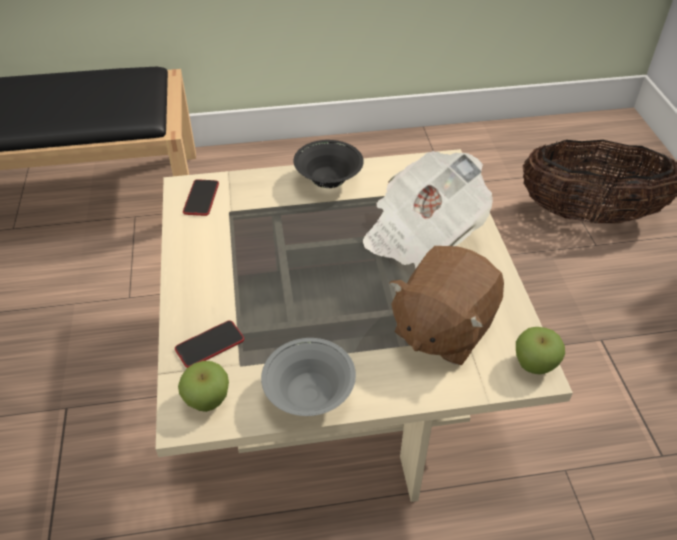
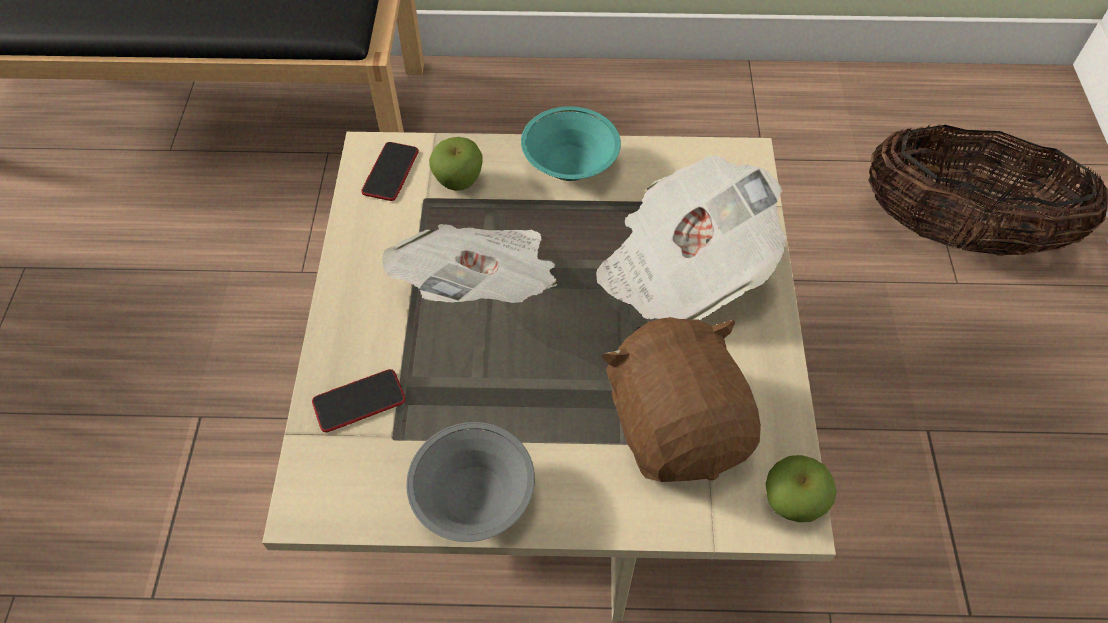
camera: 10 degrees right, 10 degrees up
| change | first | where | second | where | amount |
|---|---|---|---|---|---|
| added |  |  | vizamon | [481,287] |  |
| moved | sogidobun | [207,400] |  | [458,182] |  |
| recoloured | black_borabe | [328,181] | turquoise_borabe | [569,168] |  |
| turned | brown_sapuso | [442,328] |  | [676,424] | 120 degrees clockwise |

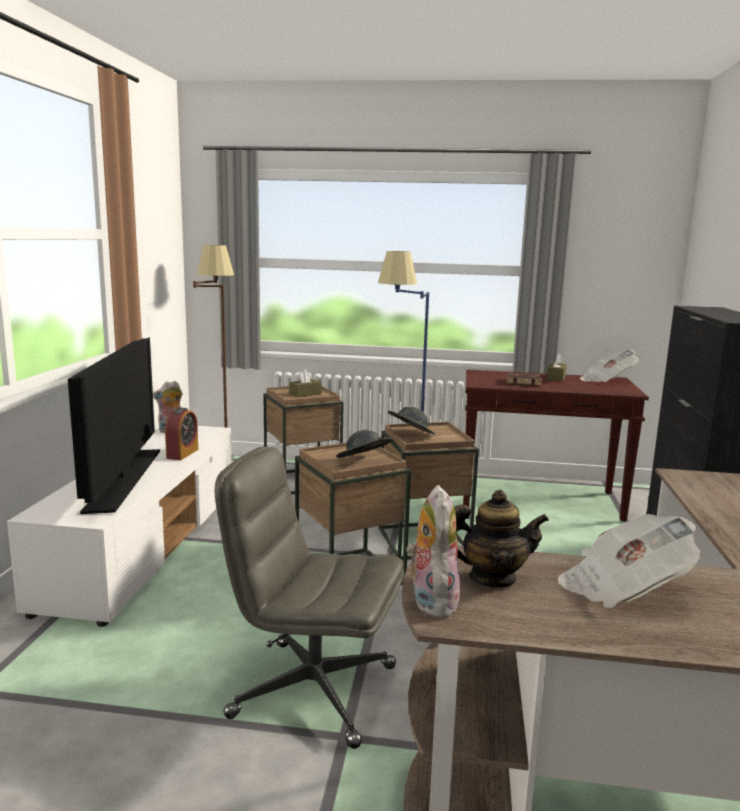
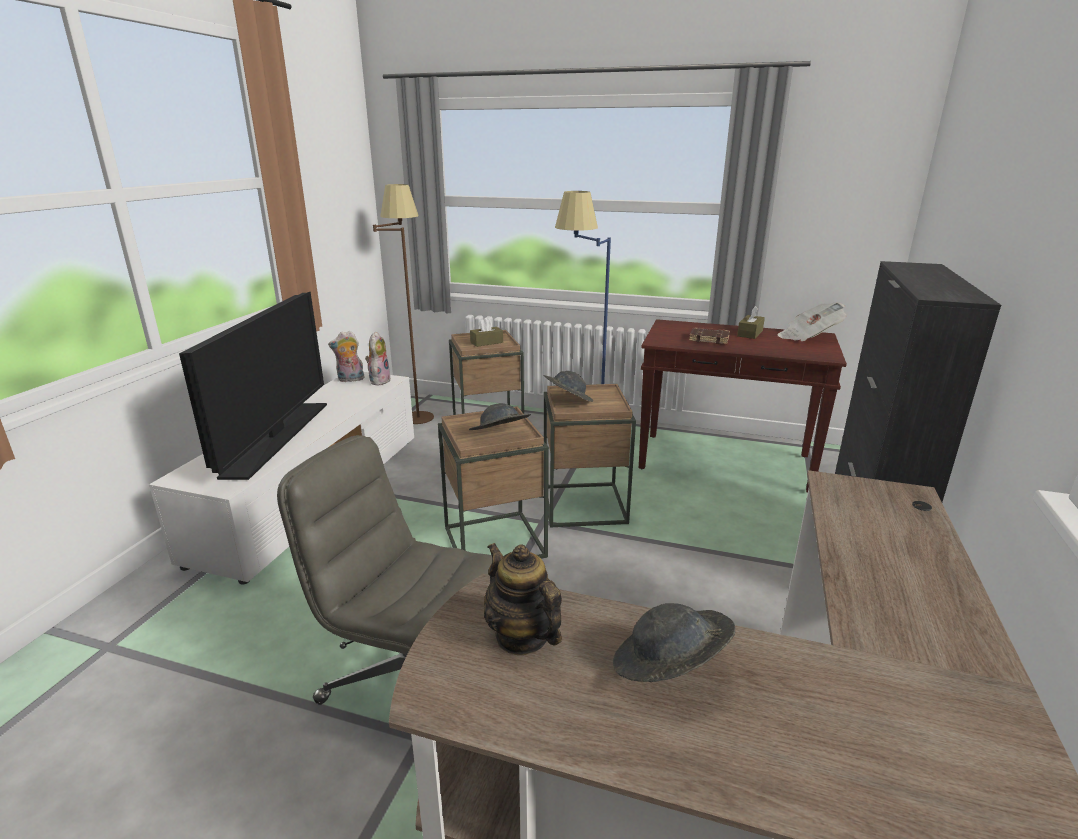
camera: 10 degrees right, 10 degrees up
| change | first | where | second | where | amount |
|---|---|---|---|---|---|
| moved | sapuso | [431,600] |  | [379,380] |  |
| turned | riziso | [492,578] |  | [522,636] | 135 degrees counterclockwise |
| replaced | vizamon | [622,589] | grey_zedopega | [669,668] |  |
| removed | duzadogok | [182,453] |  |  |  |

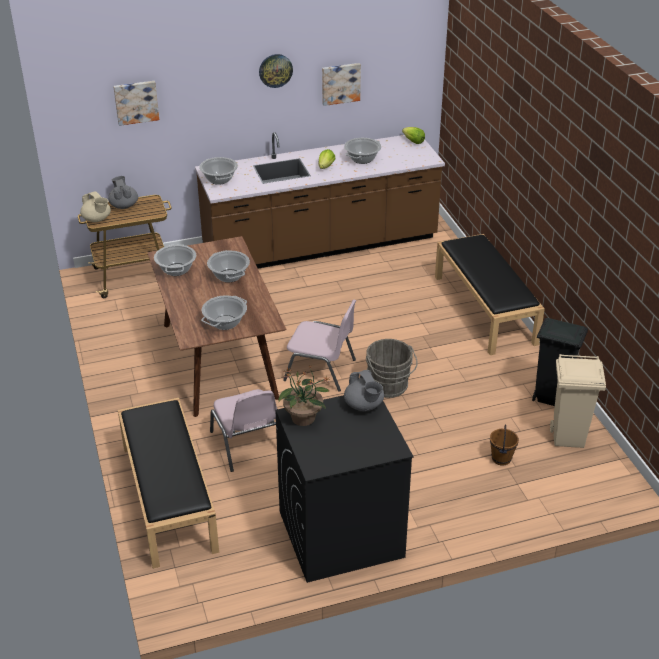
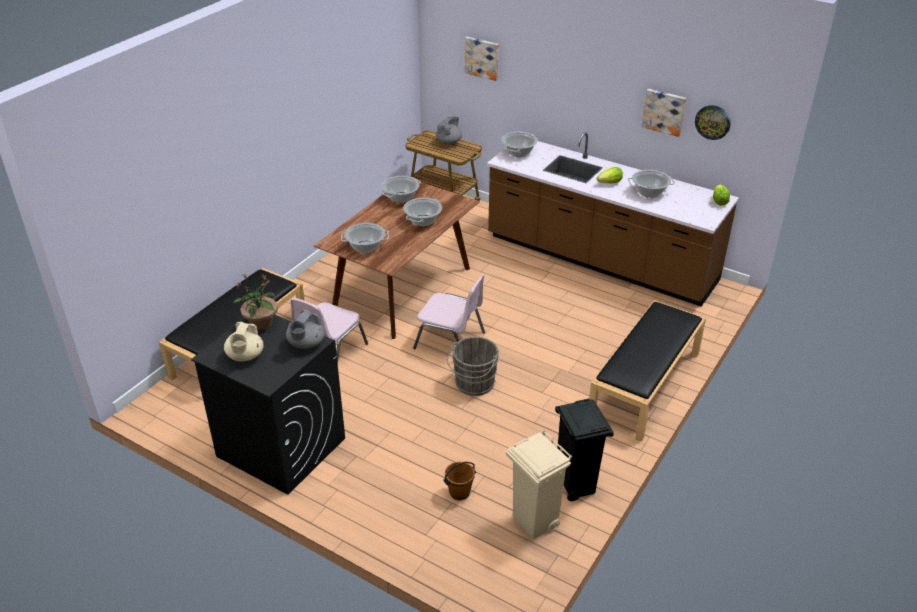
camera: 50 degrees right, 0 degrees up
| change | first | where | second | where | amount |
|---|---|---|---|---|---|
| moved | beige_riziso | [97,219] |  | [245,356] |  |
| turned | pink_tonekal | [321,370] |  | [451,341] | 45 degrees counterclockwise |
| moved | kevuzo | [275,70] |  | [712,122] |  |

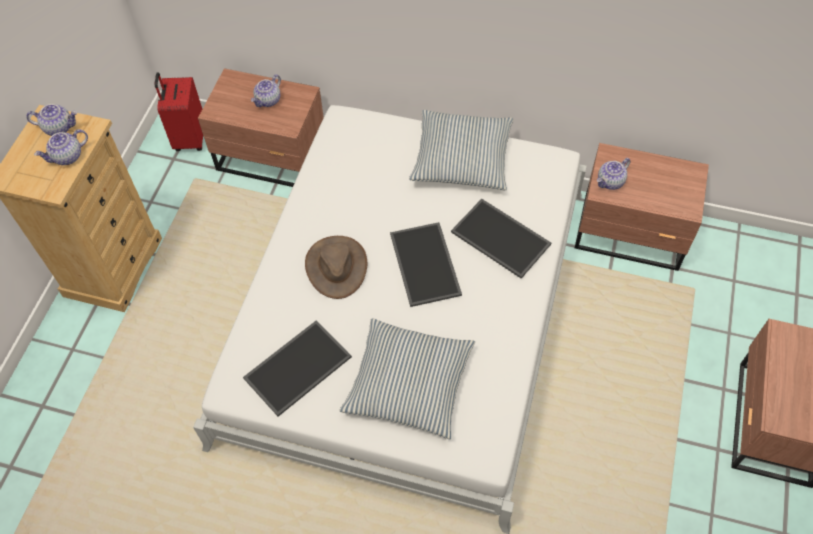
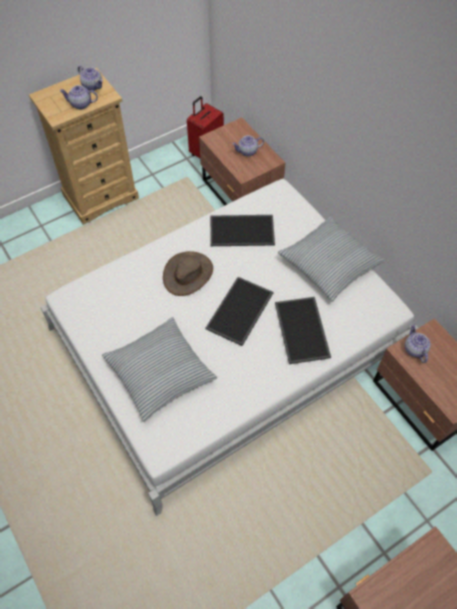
camera: 40 degrees right, 0 degrees up
| change | first | where | second | where | amount |
|---|---|---|---|---|---|
| moved | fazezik | [297,366] |  | [242,230] |  |
| turned | riziso | [610,182] |  | [414,349] | 75 degrees clockwise |

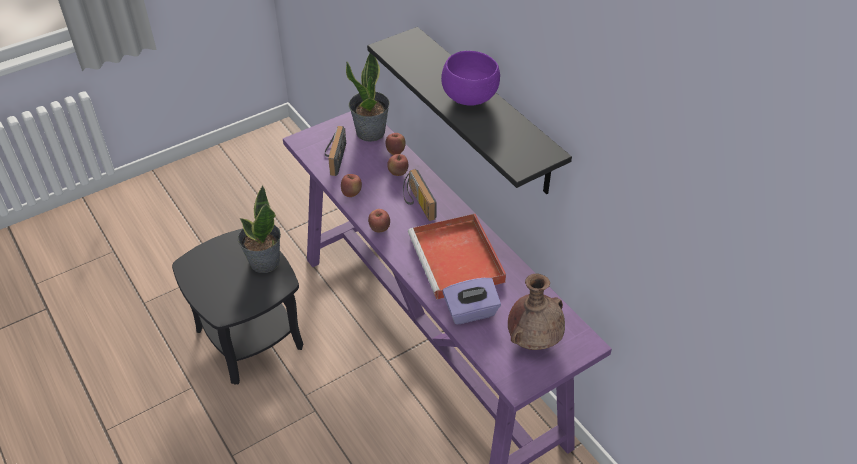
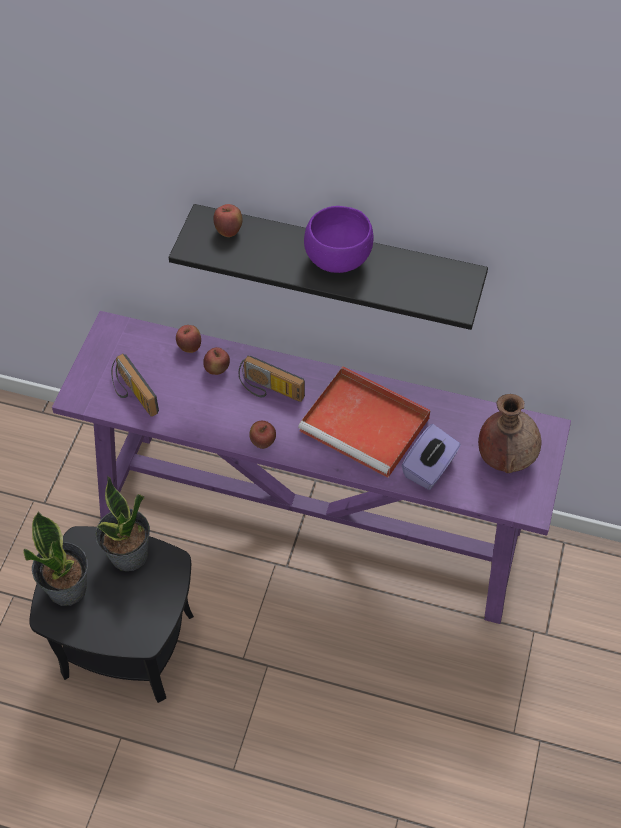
camera: 40 degrees left, 10 degrees up
| change | first | where | second | where | amount |
|---|---|---|---|---|---|
| moved | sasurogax | [371,132] |  | [68,588] |  |
| moved | sogidobun | [351,193] |  | [229,231] |  |

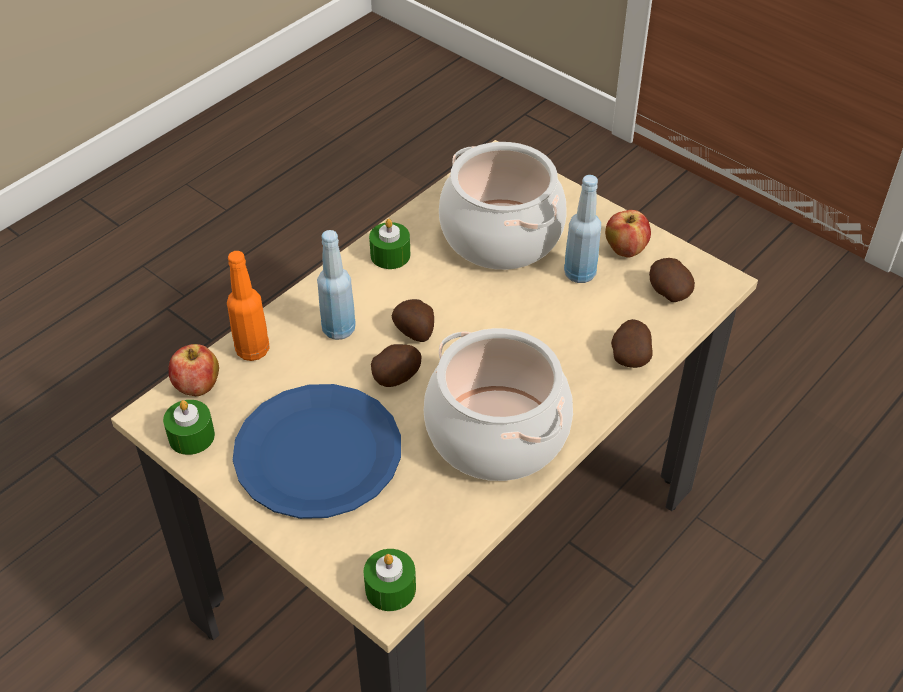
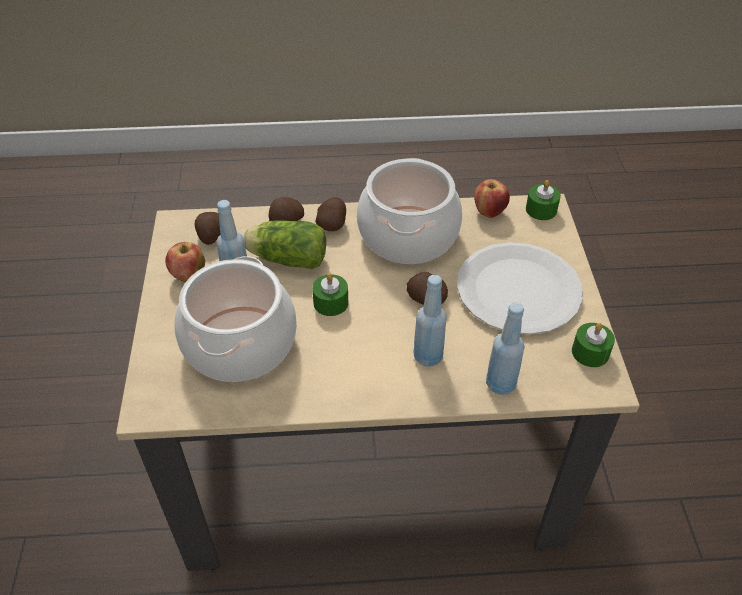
camera: 135 degrees left, 0 degrees up
| change | first | where | second | where | amount |
|---|---|---|---|---|---|
| added |  |  | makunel | [286,259] |  |
| moved | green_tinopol | [390,255] |  | [331,303] |  |
| moved | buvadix | [415,332] |  | [333,224] |  |
| recoloured | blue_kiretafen | [317,453] | white_kiretafen | [518,290] |  |
| moved | sogidobun | [197,387] |  | [489,212] |  |
| recoloured | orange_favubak | [253,350] | blue_favubak | [500,384] |  |

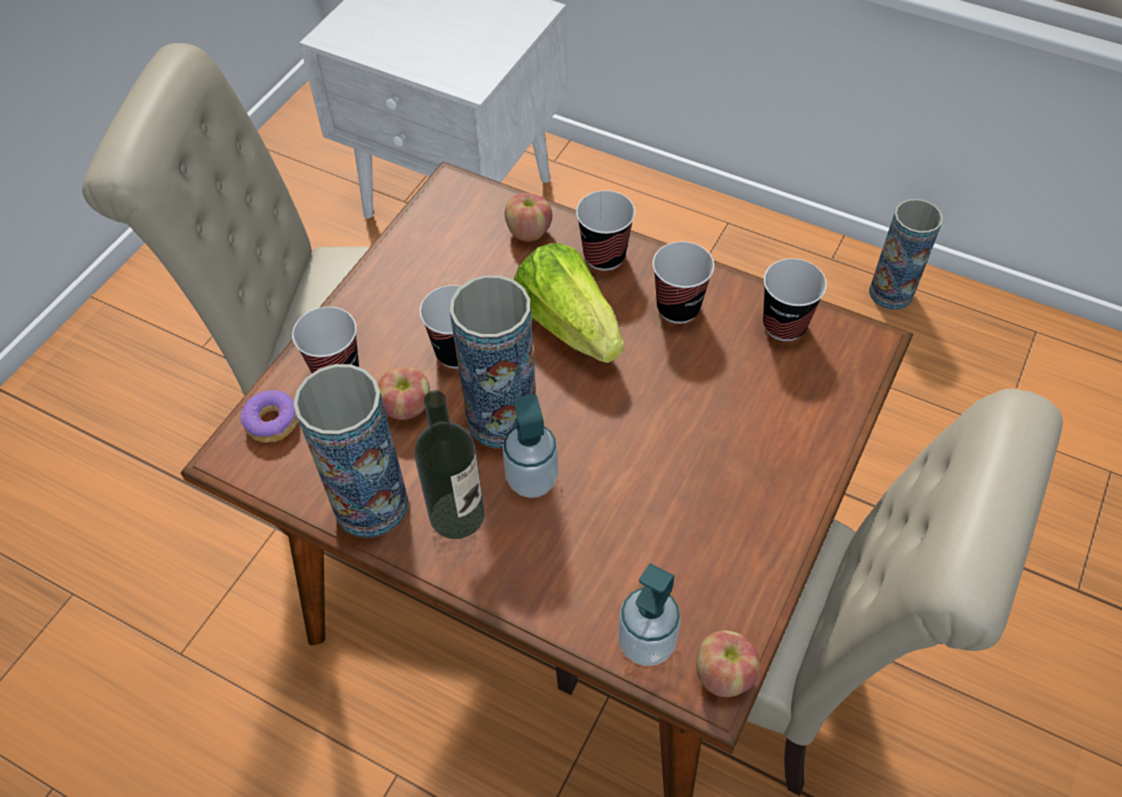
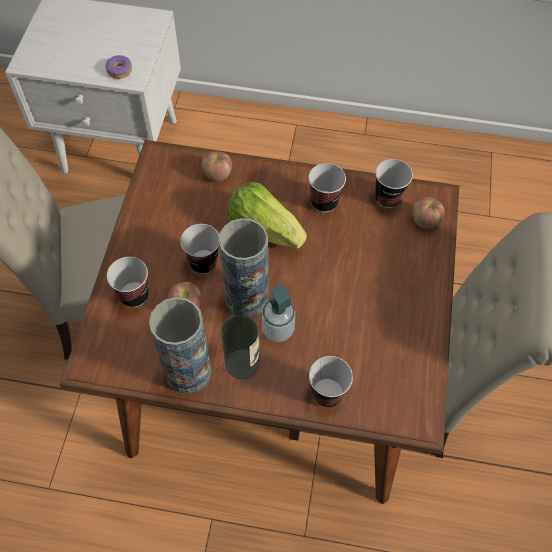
camera: 20 degrees left, 5 degrees up
| change | first | where | second | where | amount |
|---|---|---|---|---|---|
| moved | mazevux | [272,422] |  | [119,71] |  |
| moved | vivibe | [604,256] |  | [327,393] |  |
| moved | sogidobun | [723,674] |  | [425,221] |  |
| removed | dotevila | [646,643] |  |  |  |
| removed | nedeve | [891,293] |  |  |  |

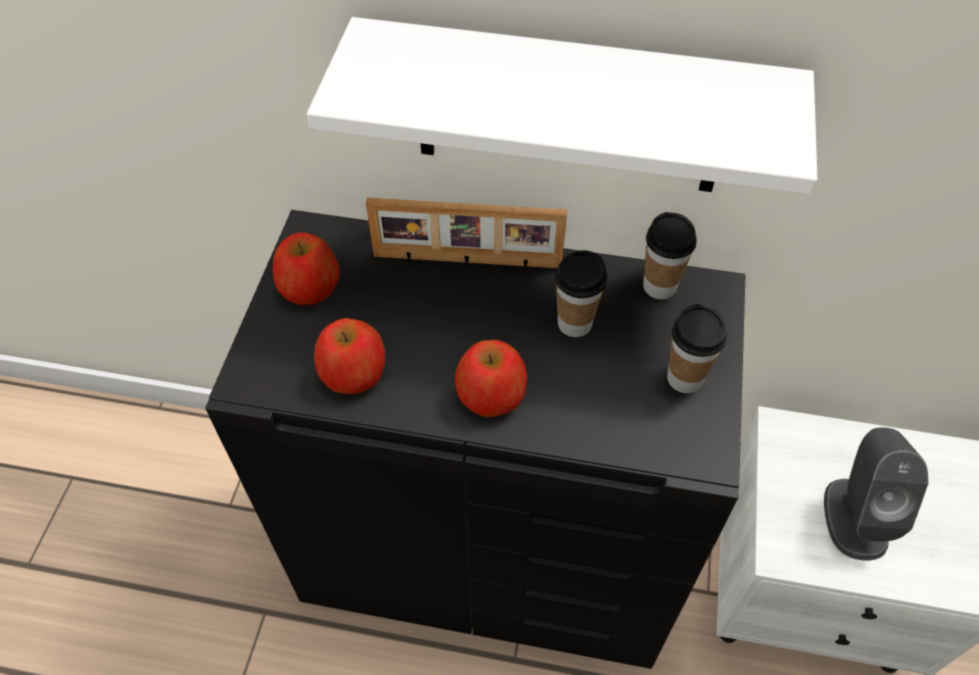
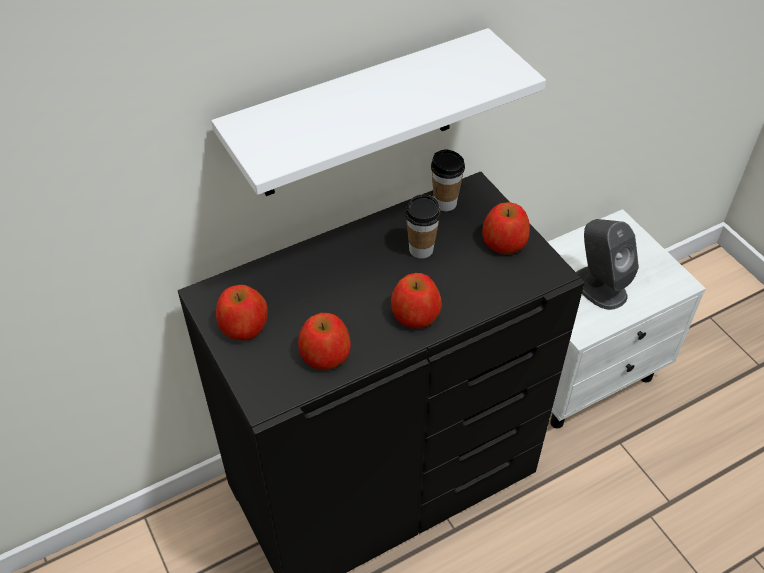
camera: 40 degrees left, 5 degrees down
| change | first | where | second | where | amount |
|---|---|---|---|---|---|
| replaced | vivibe | [684,378] | sogidobun | [504,242] |  |
| removed | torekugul | [467,262] |  |  |  |

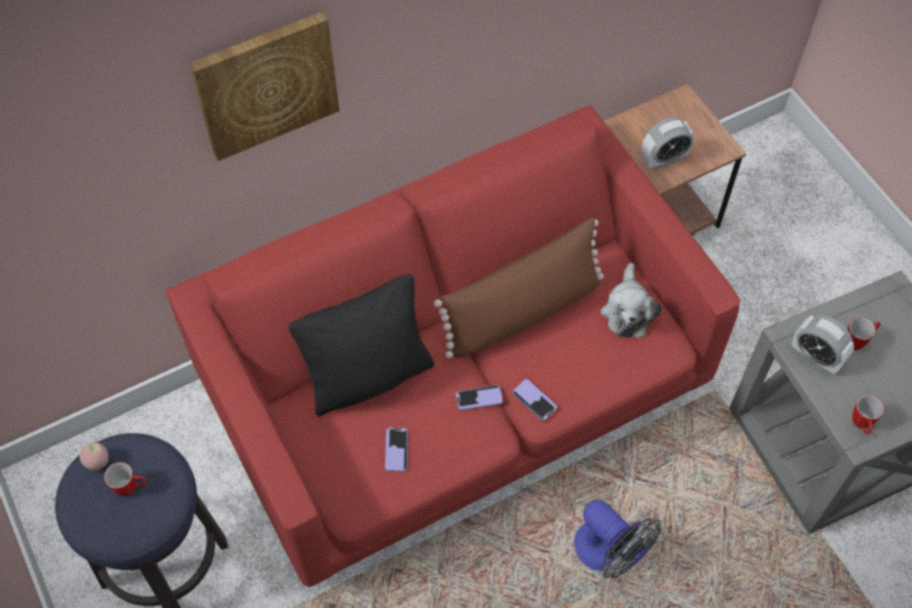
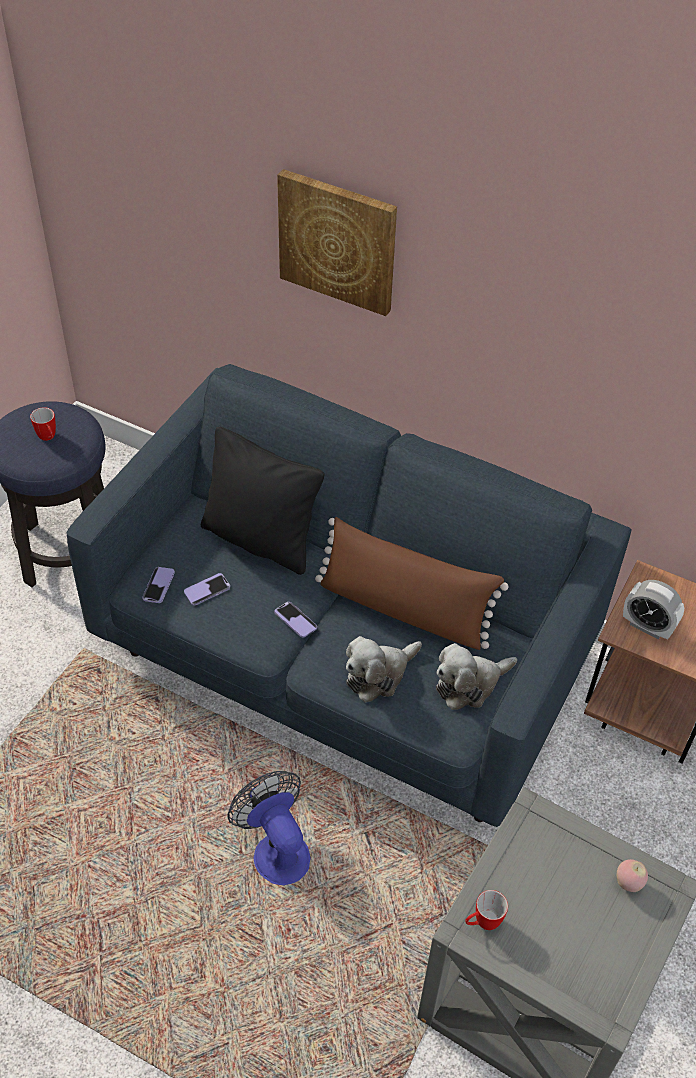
camera: 55 degrees right, 10 degrees down
| change | first | where | second | where | amount |
|---|---|---|---|---|---|
| recoloured | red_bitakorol | [455,396] | blue_bitakorol | [343,656] |  |
| moved | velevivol | [534,400] |  | [158,586] |  |
| turned | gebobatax | [609,554] |  | [276,849] | 135 degrees clockwise |
| added |  |  | sapuso | [379,674] |  |
| moved | sogidobun | [98,462] |  | [628,883] |  |
| removed | duzadogok | [815,357] |  |  |  |
| removed | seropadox | [858,341] |  |  |  |

